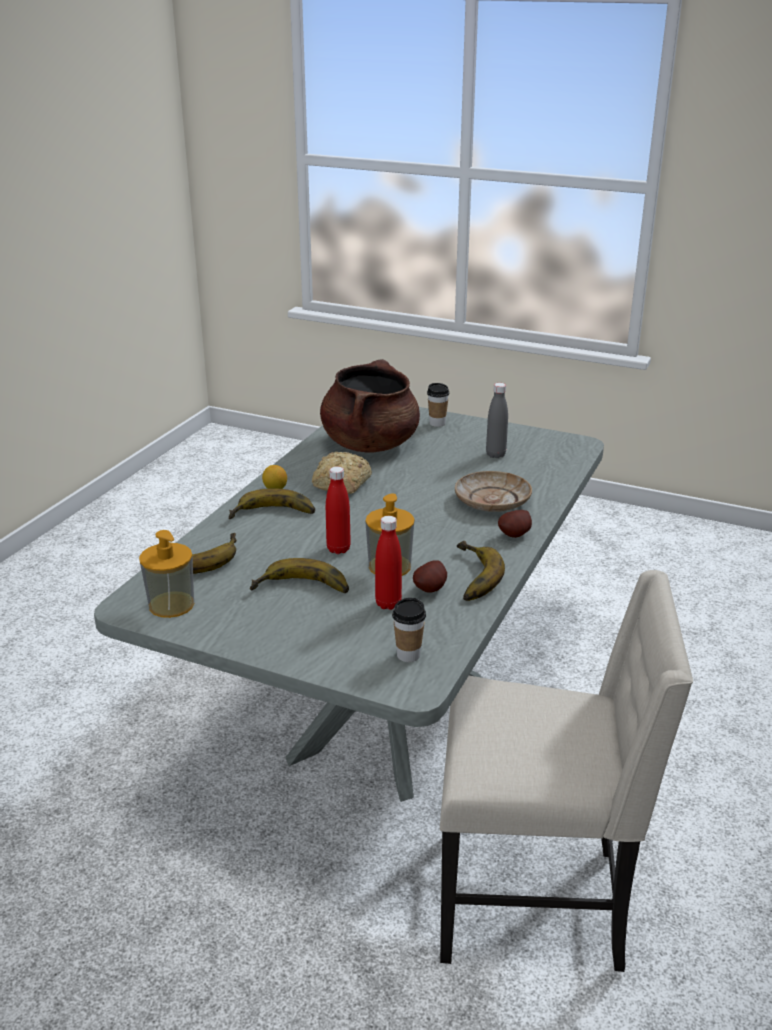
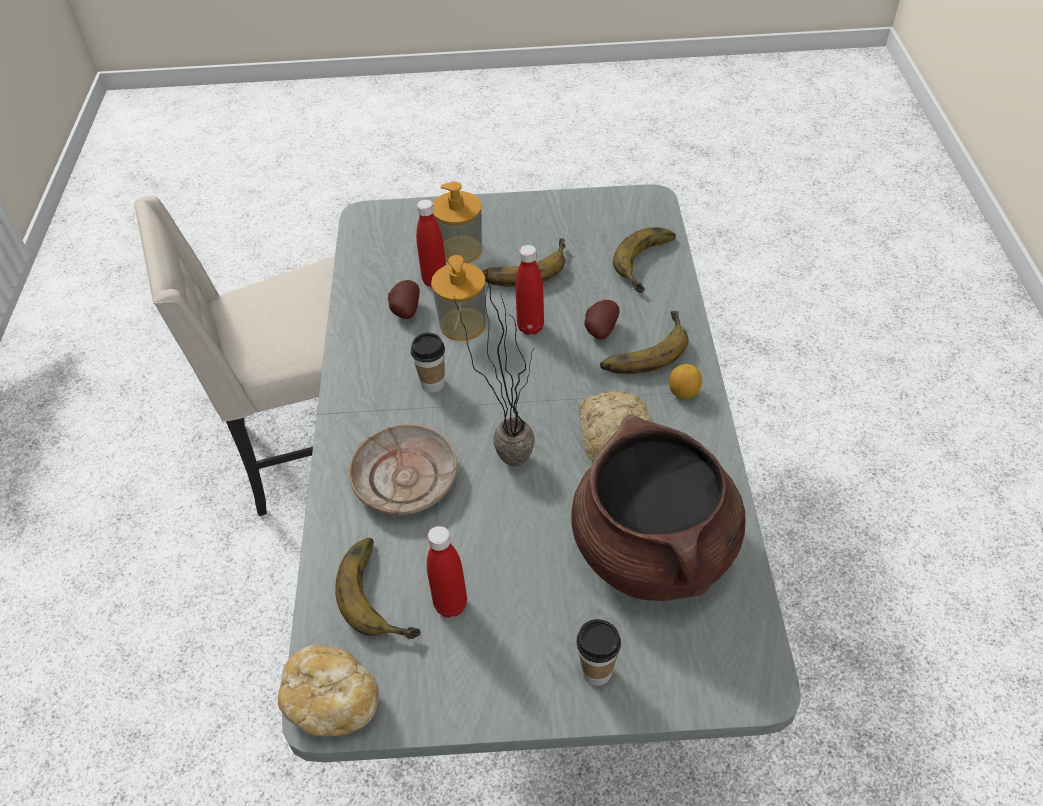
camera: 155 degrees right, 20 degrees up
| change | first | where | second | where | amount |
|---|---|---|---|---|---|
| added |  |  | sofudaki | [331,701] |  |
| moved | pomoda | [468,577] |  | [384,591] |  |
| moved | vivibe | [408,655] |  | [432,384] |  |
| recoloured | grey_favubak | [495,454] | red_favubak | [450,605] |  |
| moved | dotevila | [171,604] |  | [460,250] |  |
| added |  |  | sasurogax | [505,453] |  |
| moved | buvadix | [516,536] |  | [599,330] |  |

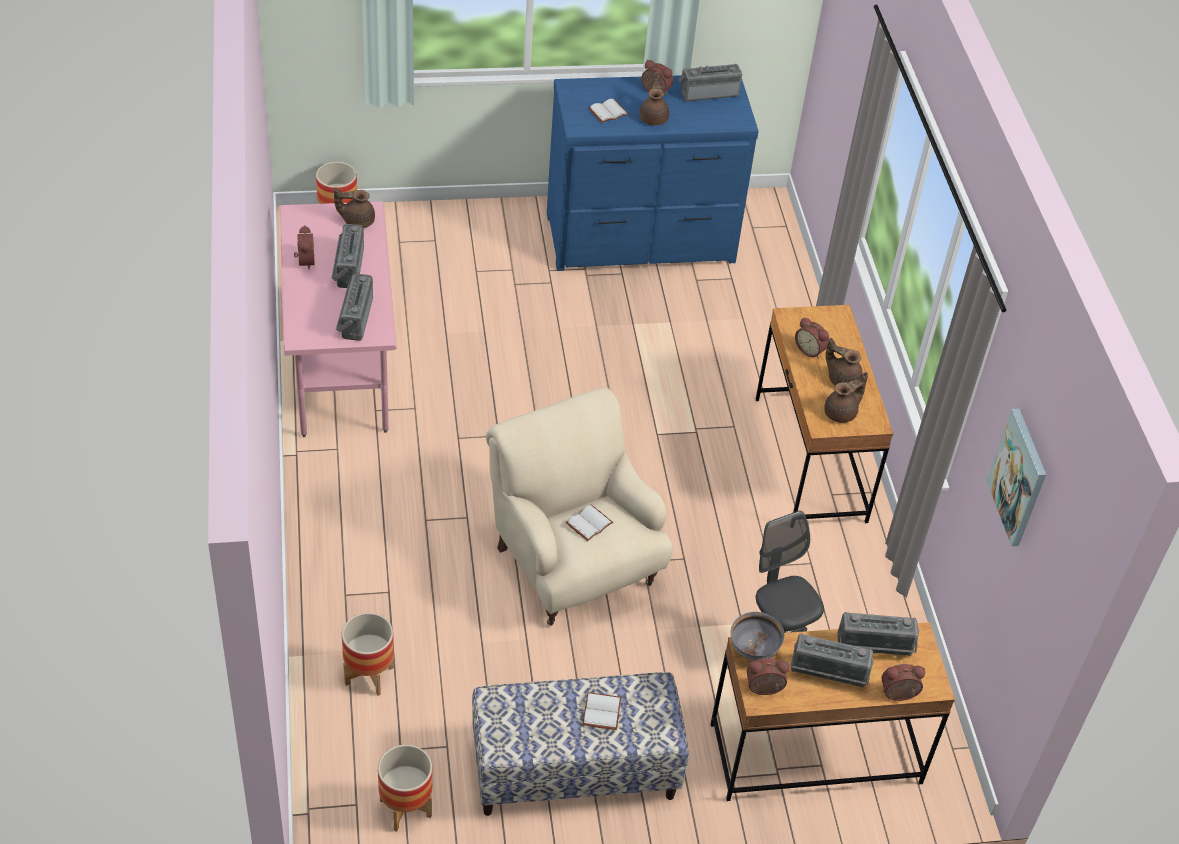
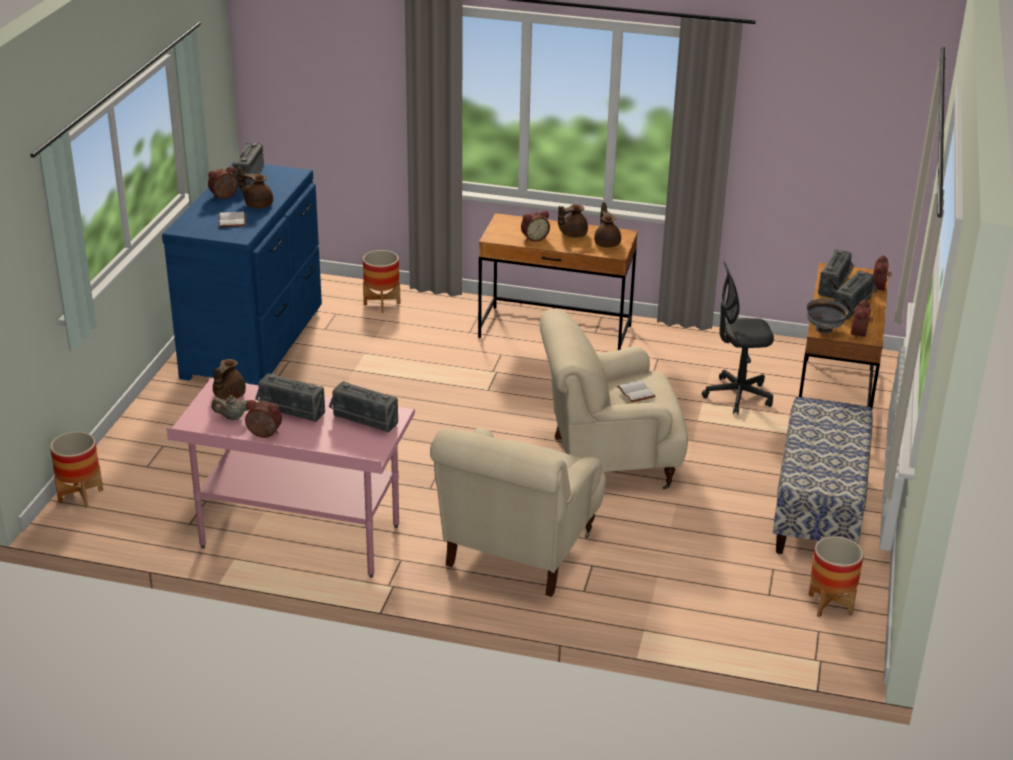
camera: 65 degrees left, 15 degrees down
| change | first | where | second | where | amount |
|---|---|---|---|---|---|
| added |  |  | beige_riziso | [232,418] |  |
| moved | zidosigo | [369,675] |  | [381,304] |  |
| added |  |  | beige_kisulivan | [518,551] |  |
| removed | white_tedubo | [603,712] |  |  |  |
| removed | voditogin | [1019,477] |  |  |  |

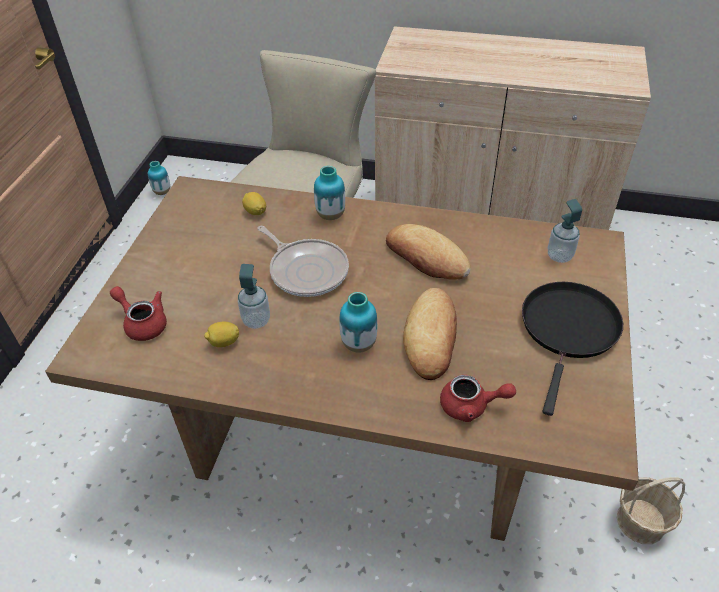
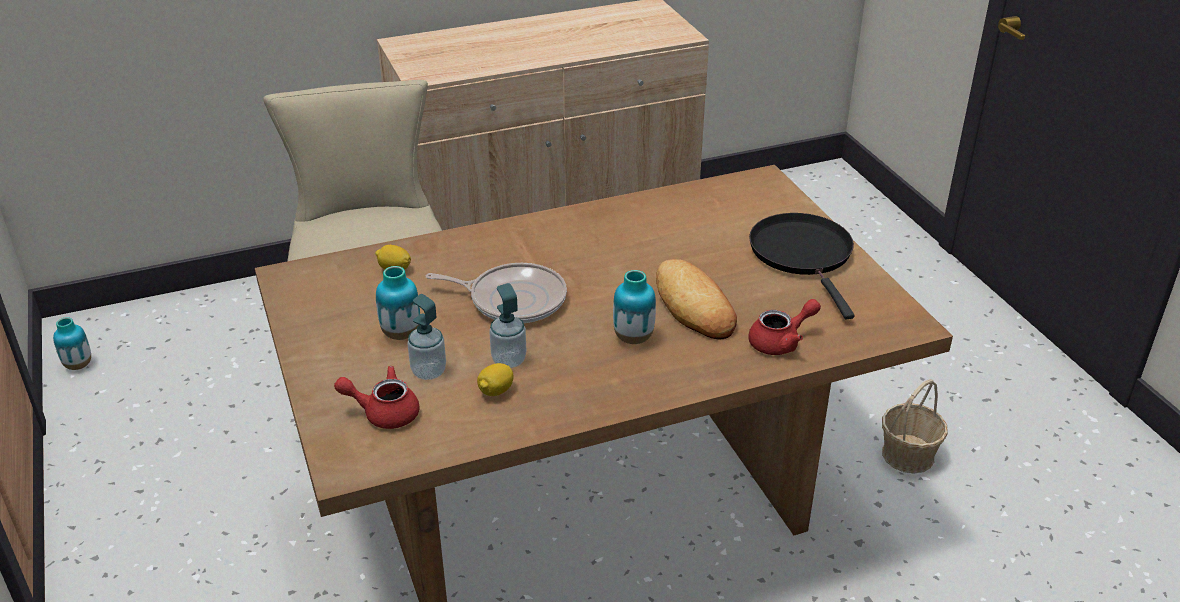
camera: 35 degrees left, 10 degrees down
| change | first | where | second | where | amount |
|---|---|---|---|---|---|
| moved | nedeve | [330,215] |  | [401,334] |  |
| moved | dotevila | [559,256] |  | [429,372] |  |
| removed | sofudaki | [426,258] |  |  |  |

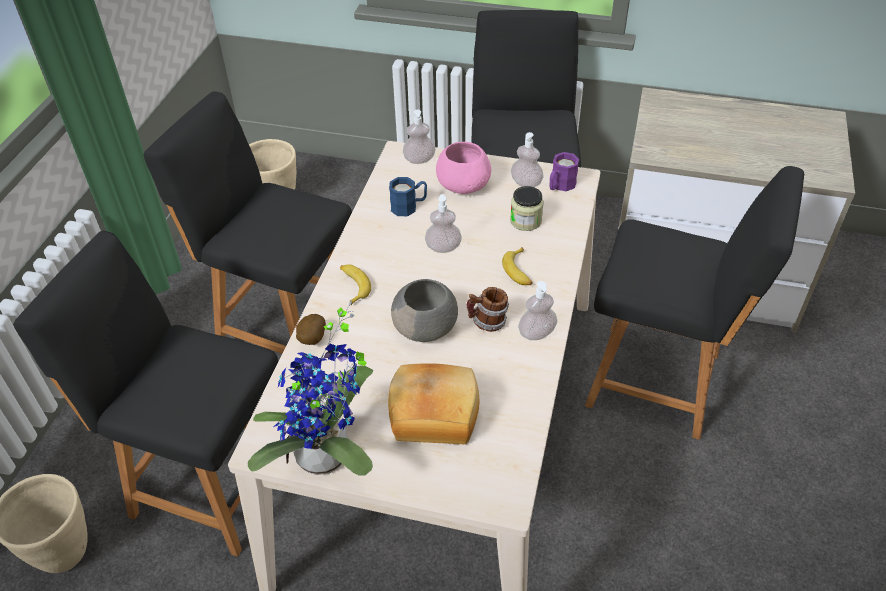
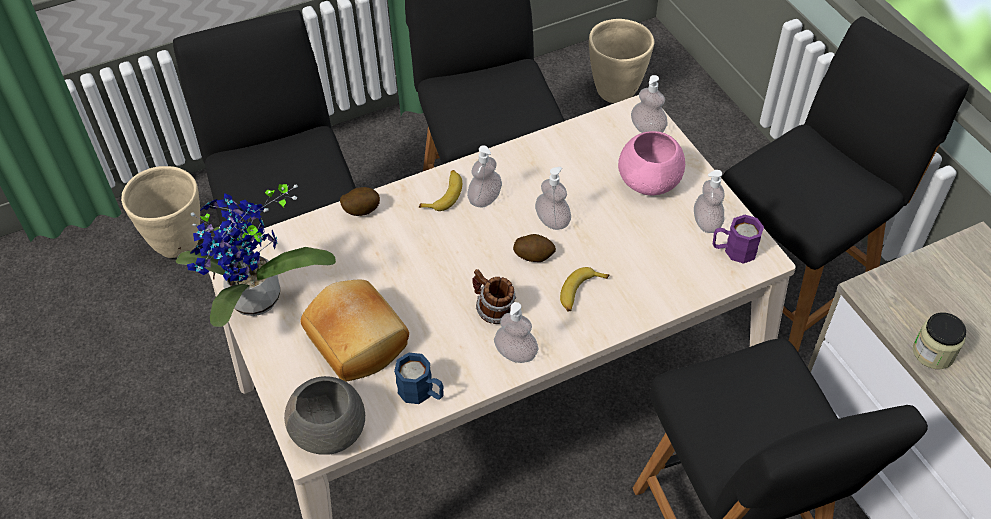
camera: 50 degrees right, 5 degrees up
| change | first | where | second | where | amount |
|---|---|---|---|---|---|
| moved | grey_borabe | [426,327] |  | [330,431] |  |
| moved | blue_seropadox | [409,206] |  | [422,392] |  |
| added |  |  | dotevila | [485,199] |  |
| added |  |  | buvadix | [534,255] |  |
| moved | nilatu | [525,221] |  | [933,352] |  |

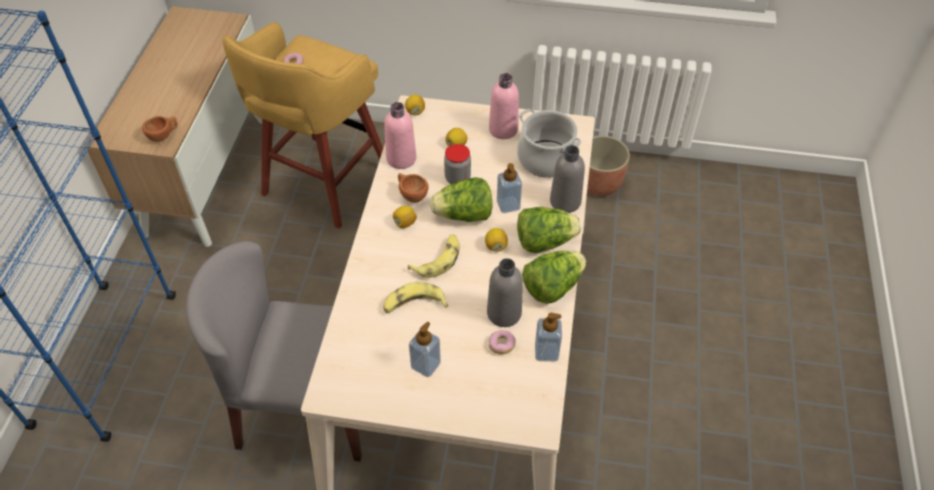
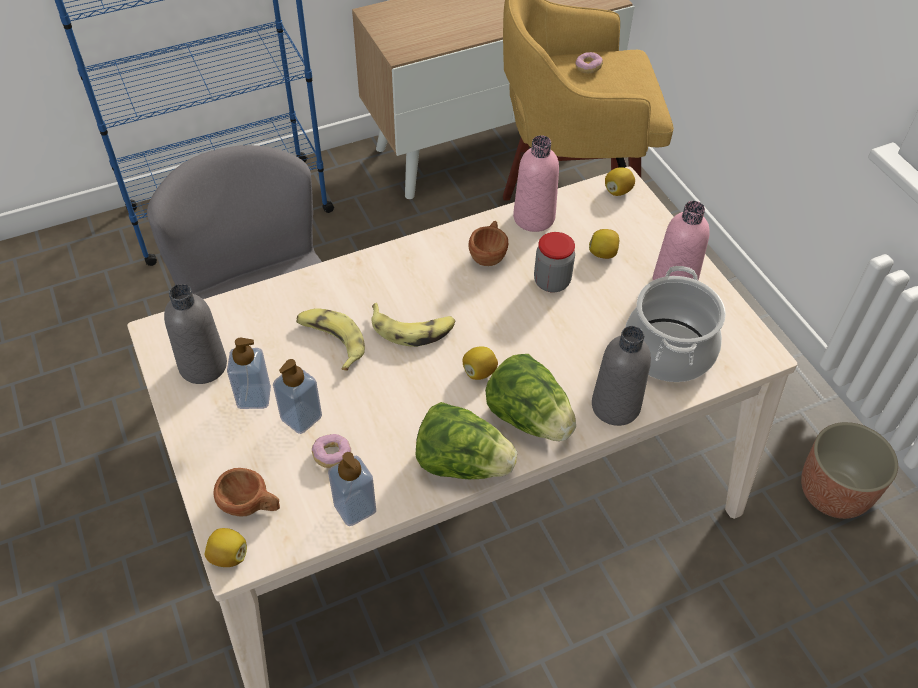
camera: 55 degrees right, 0 degrees up
| change | first | where | second | where | amount |
|---|---|---|---|---|---|
| moved | grey_favubak | [504,313] |  | [203,366] |  |
| moved | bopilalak | [405,223] |  | [228,555] |  |
| moved | brown_vivibe | [164,135] |  | [251,505] |  |
| moved | dotevila | [508,205] |  | [301,417] |  |
| removed | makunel | [464,215] |  |  |  |

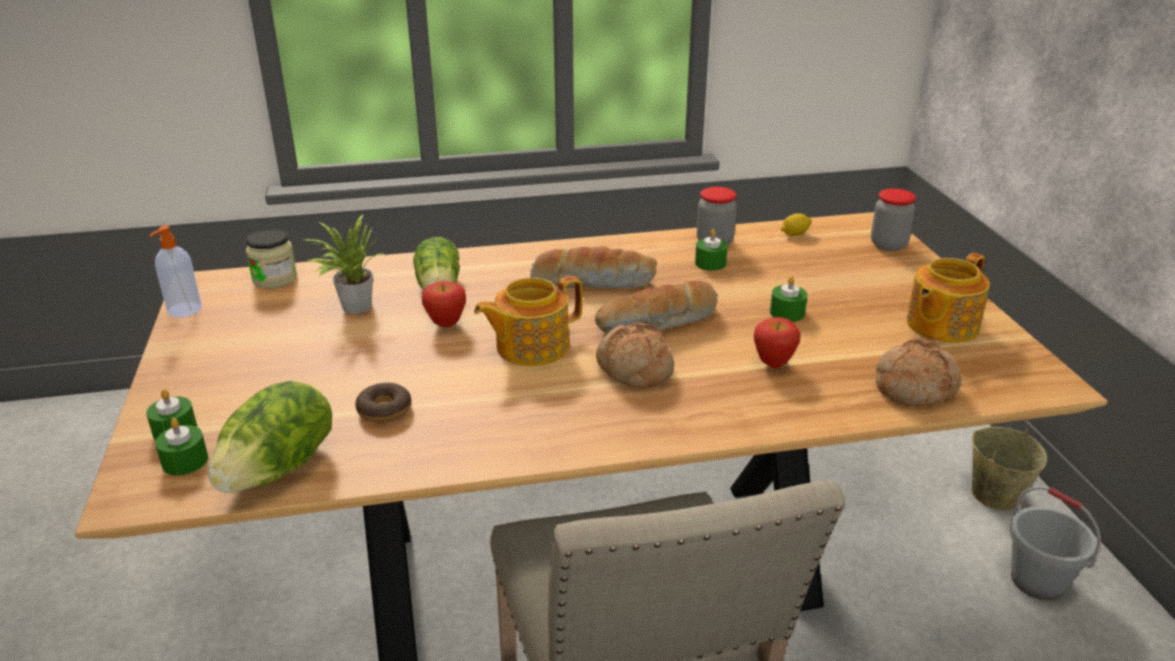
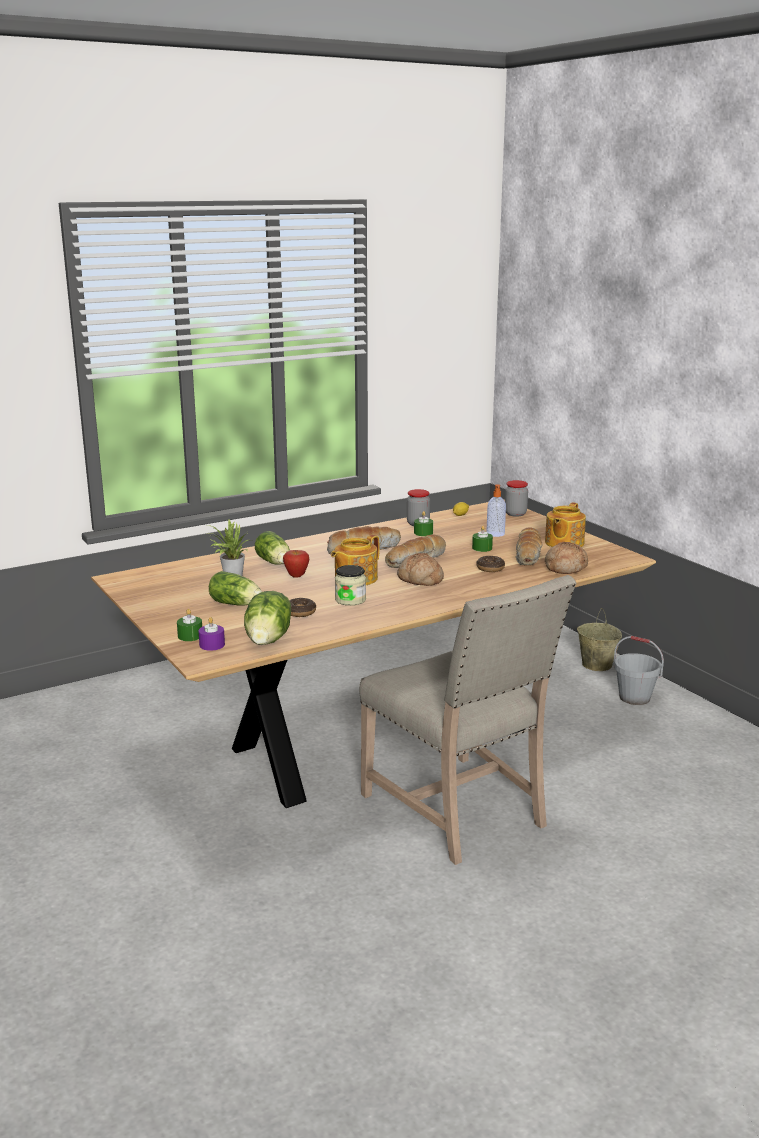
camera: 20 degrees left, 10 degrees down
| change | first | where | second | where | amount |
|---|---|---|---|---|---|
| recoloured | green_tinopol | [185,461] | purple_tinopol | [212,645] |  |
| added |  |  | makunel | [237,604] |  |
| moved | nilatu | [274,279] |  | [350,600] |  |
| replaced | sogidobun | [773,364] | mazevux | [490,568] |  |
| moved | dotevila | [183,310] |  | [495,534] |  |
| added |  |  | sofudaki | [529,555] |  |

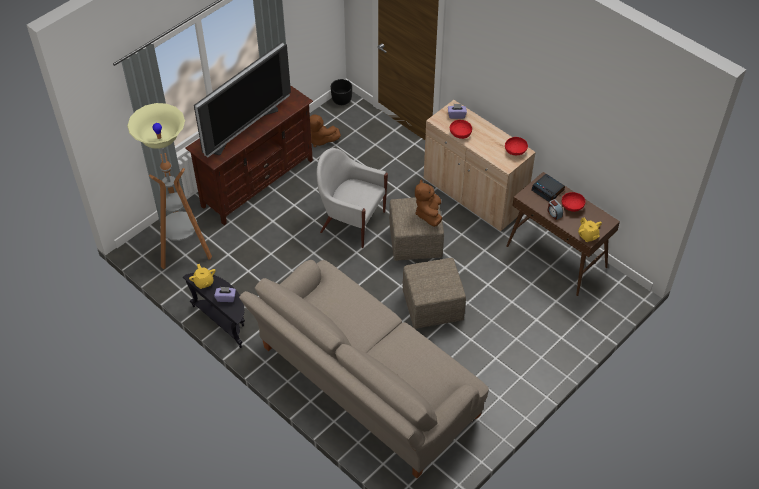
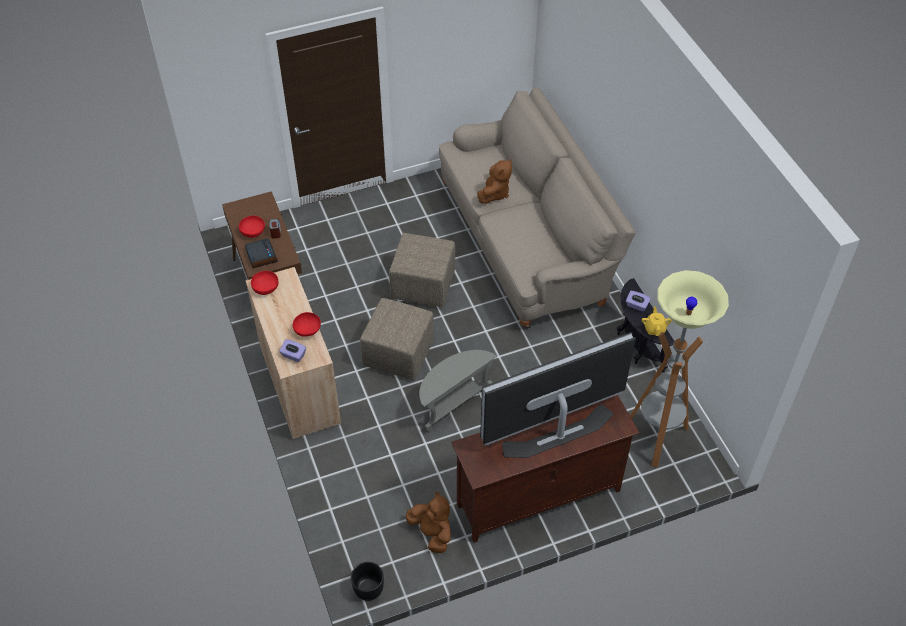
camera: 155 degrees left, 0 degrees up
| change | first | where | second | where | amount |
|---|---|---|---|---|---|
| replaced | white_kisulivan | [351,221] | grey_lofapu | [452,403] |  |
| moved | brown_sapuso | [428,214] |  | [494,193] |  |
| removed | yellow_riziso | [588,236] |  |  |  |

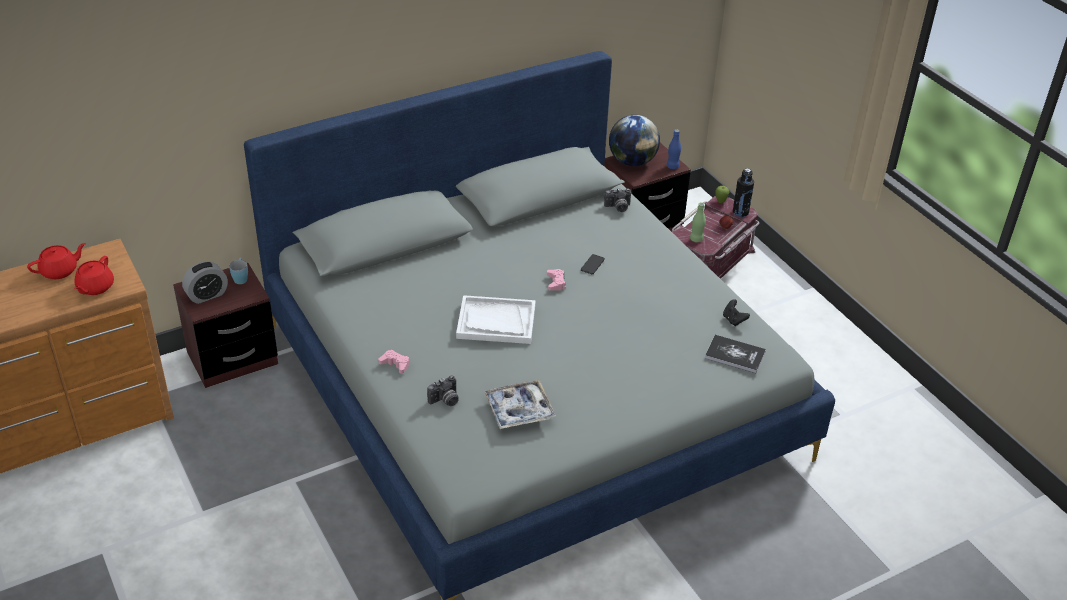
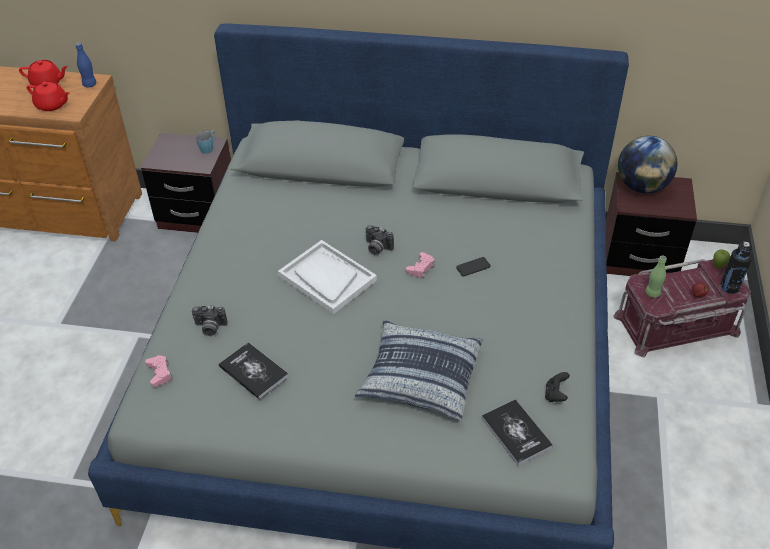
camera: 40 degrees right, 5 degrees up
| change | first | where | second | where | amount |
|---|---|---|---|---|---|
| turned | red_riziso | [95,287] |  | [52,105] | 120 degrees counterclockwise |
| moved | blue_favubak | [672,166] |  | [90,84] |  |
| moved | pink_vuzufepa | [395,364] |  | [159,373] |  |
| replaced | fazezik | [519,410] | tedubo | [253,371] |  |
| added |  |  | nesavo | [420,377] |  |
| moved | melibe | [618,208] |  | [377,248] |  |
| removed | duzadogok | [207,295] |  |  |  |

